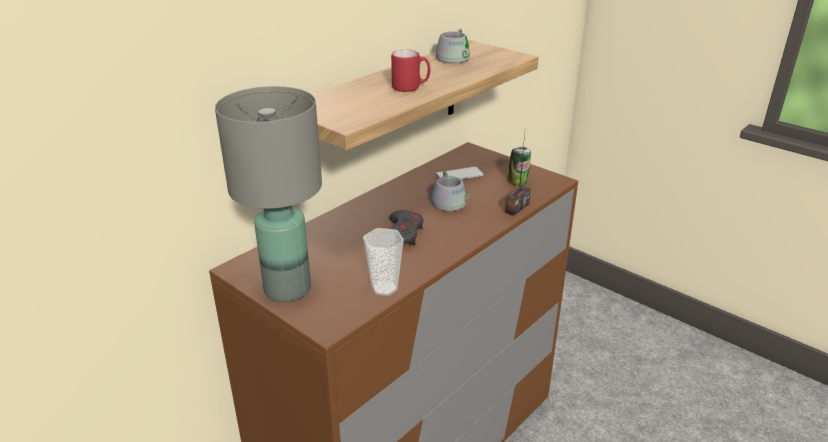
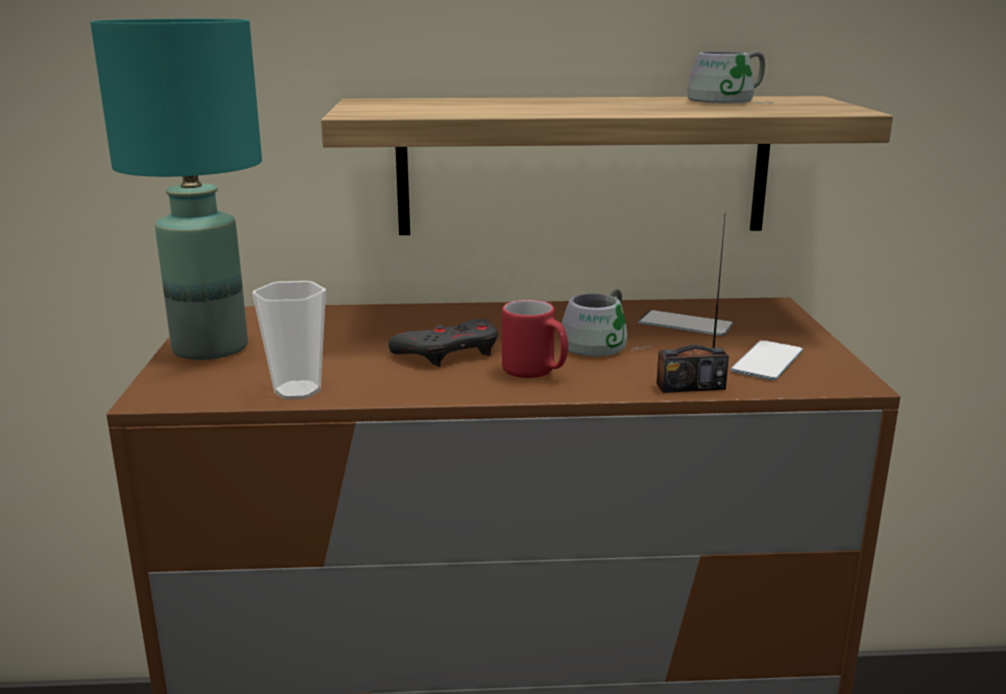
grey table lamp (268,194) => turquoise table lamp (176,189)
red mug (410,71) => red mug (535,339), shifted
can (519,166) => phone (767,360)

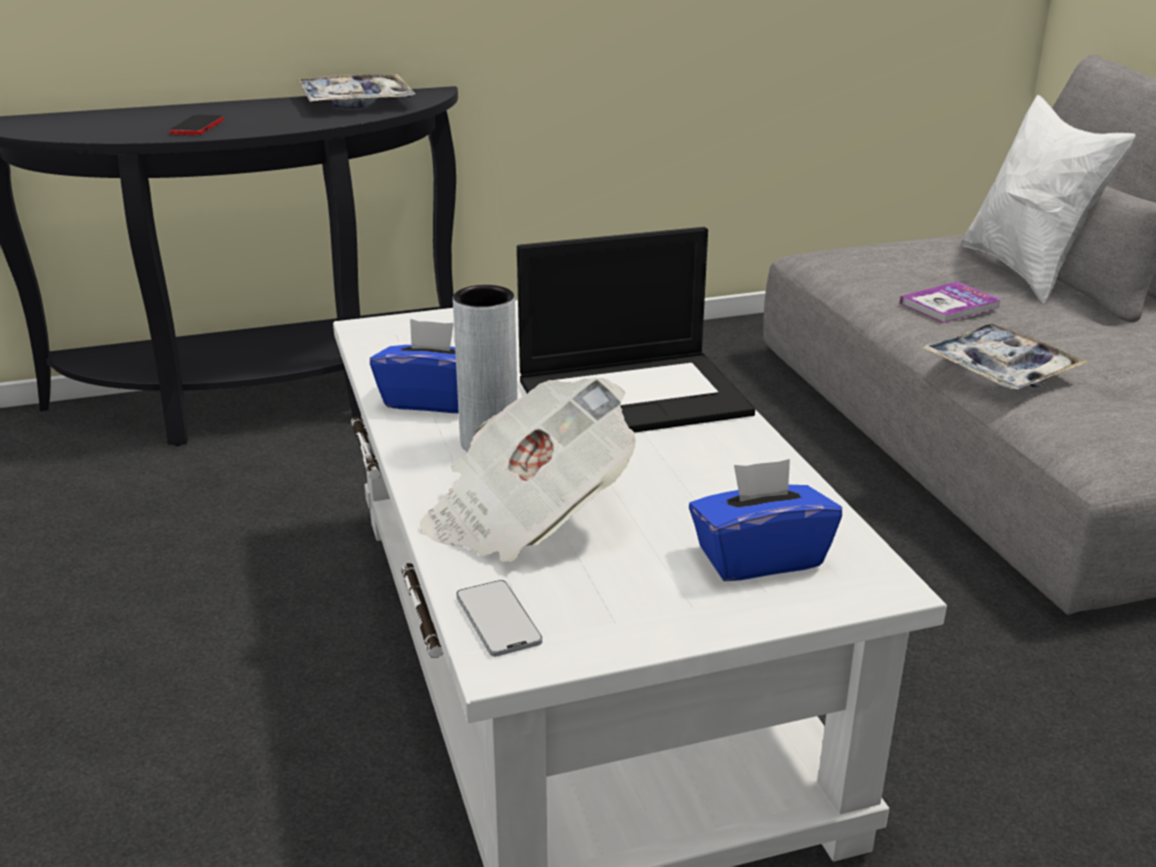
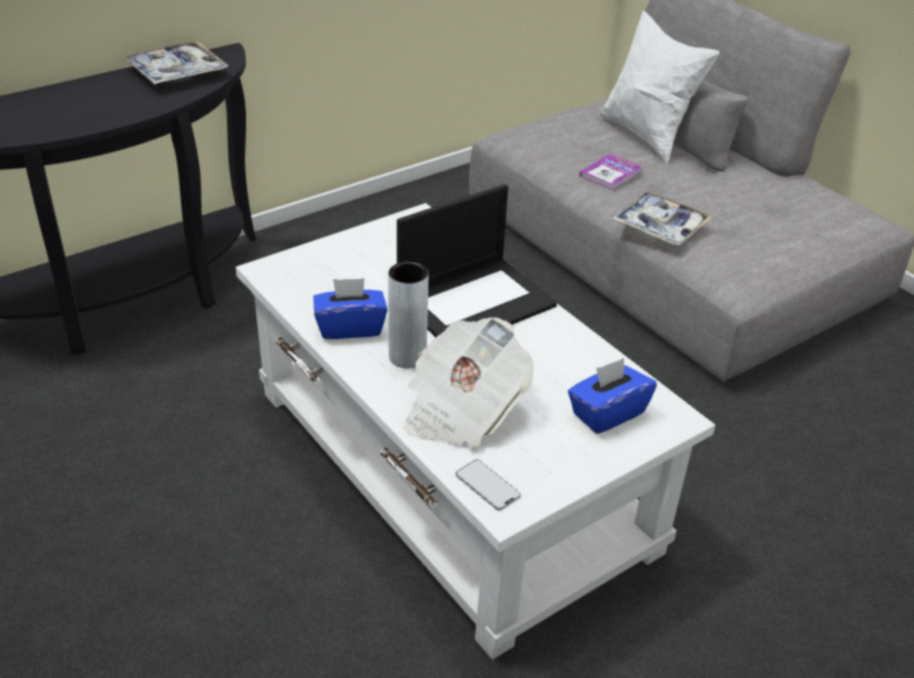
phone (196,125) => nothing

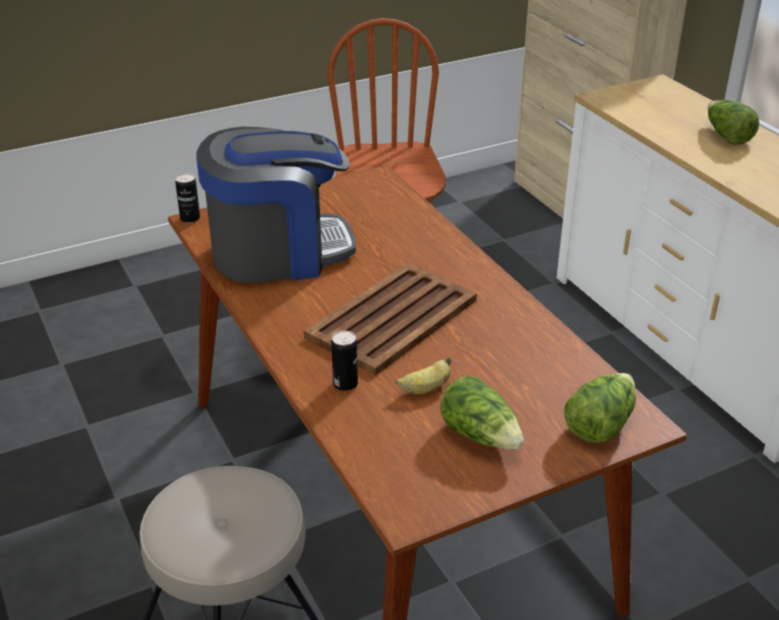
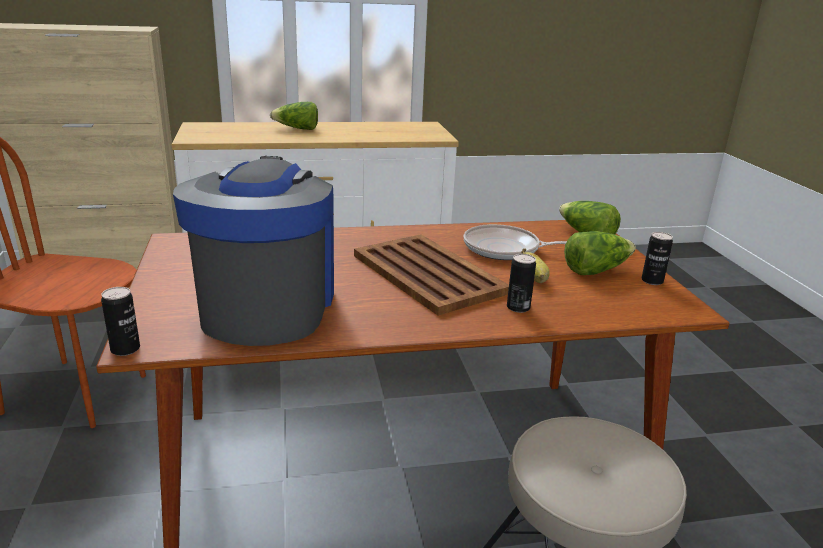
nothing => frying pan (515,242)
nothing => can (657,258)

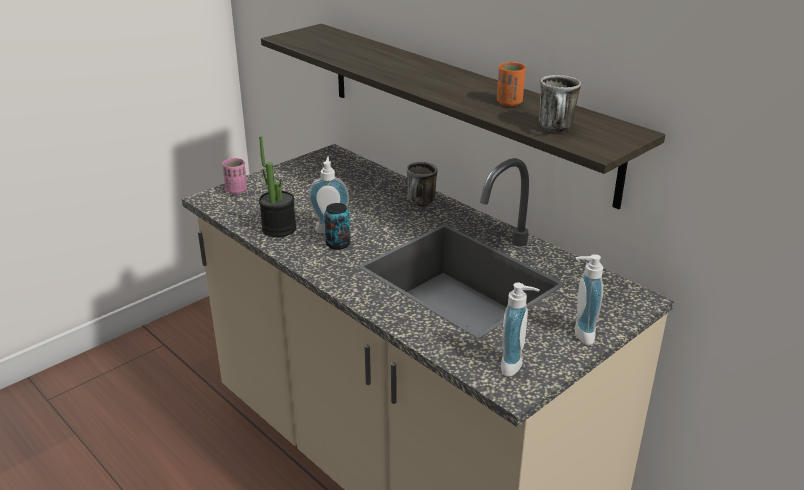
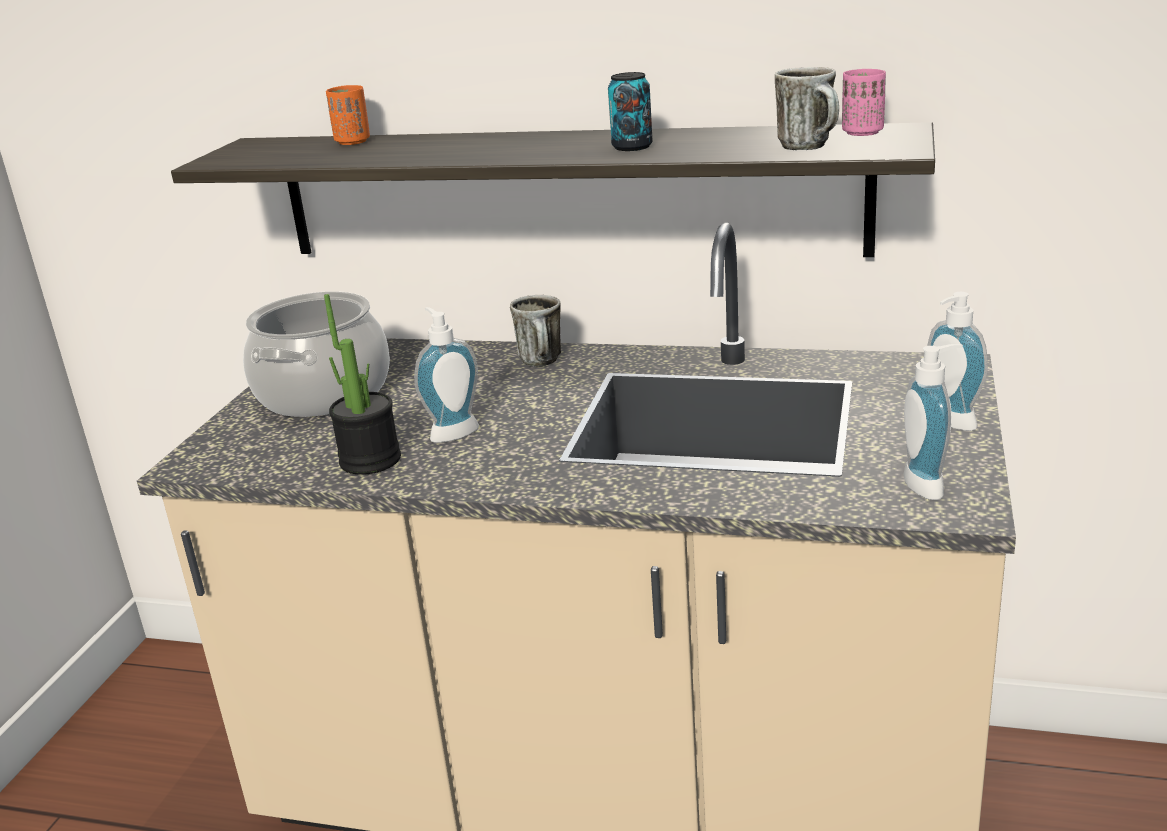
pink cup (235,176) => pink cup (864,102), shifted
can (337,226) => can (630,111), shifted
orange cup (511,84) => orange cup (348,115), shifted
nothing => cooking pot (316,354)

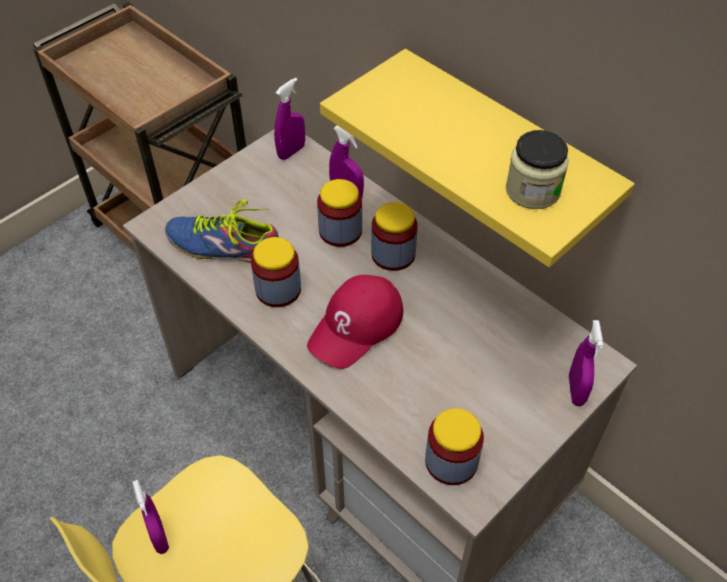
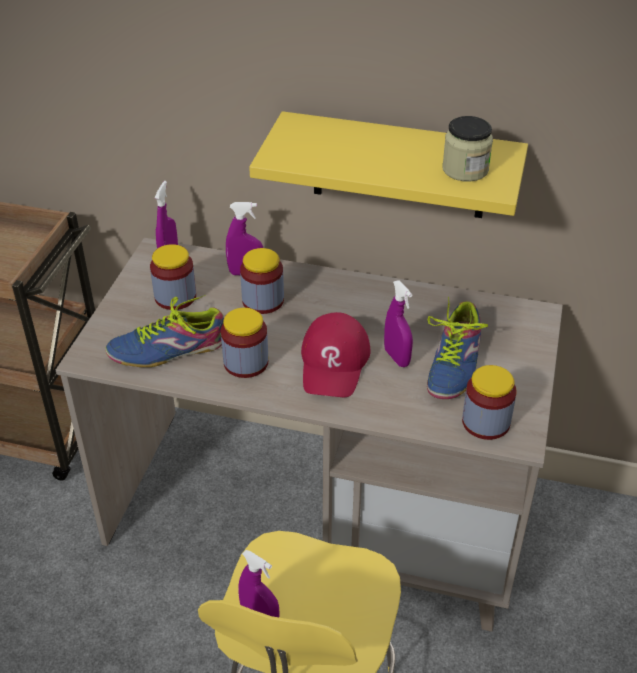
jar (394,236) => jar (173,277), shifted
purple spray bottle (586,363) => purple spray bottle (398,323), shifted
nothing => shoe (457,348)

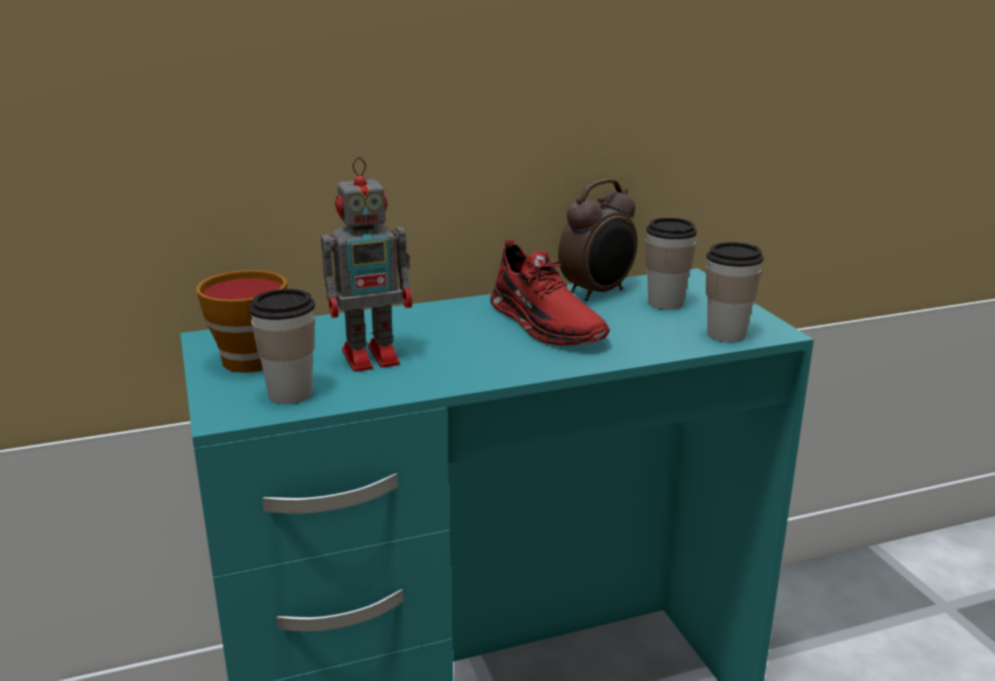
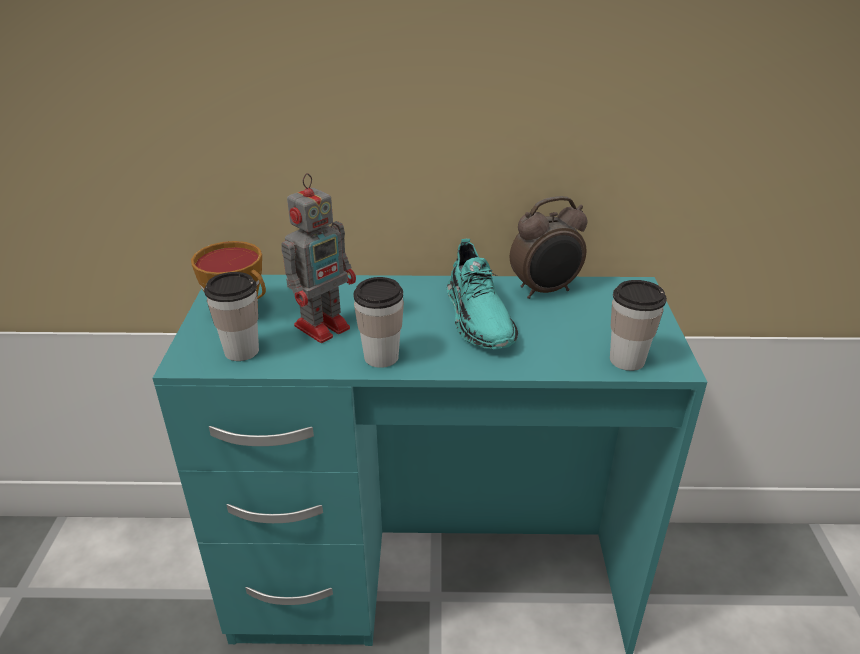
toy robot (366,264) => toy robot (318,258), 45 degrees counterclockwise
red shoe (550,292) => turquoise shoe (482,294)
cup (671,264) => cup (378,322), shifted

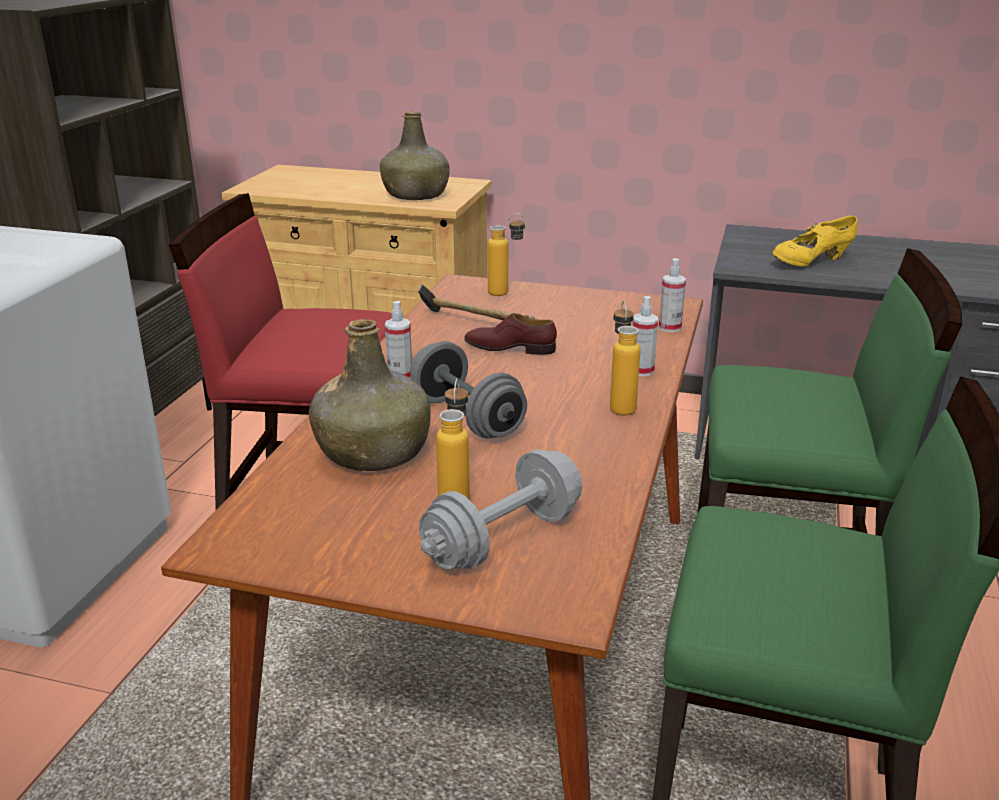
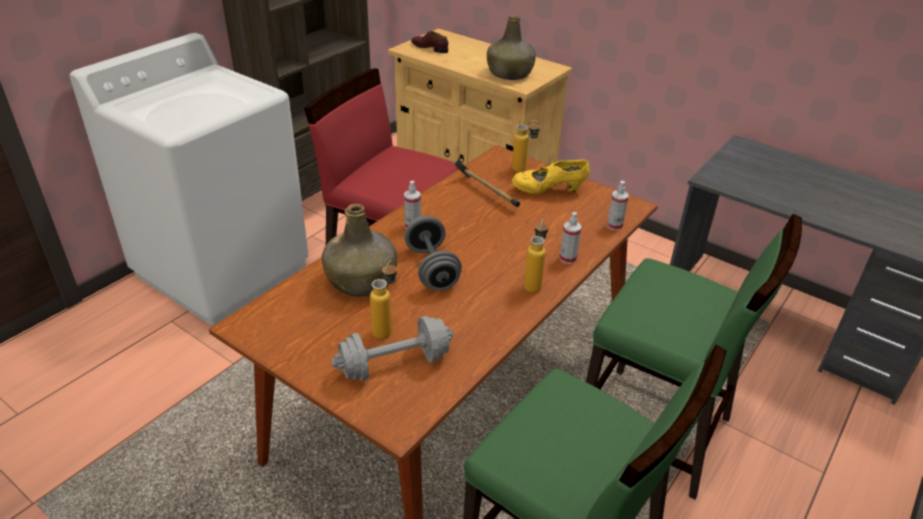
brown shoe (510,334) => brown shoe (430,42), shifted
yellow shoe (815,241) => yellow shoe (551,177), shifted

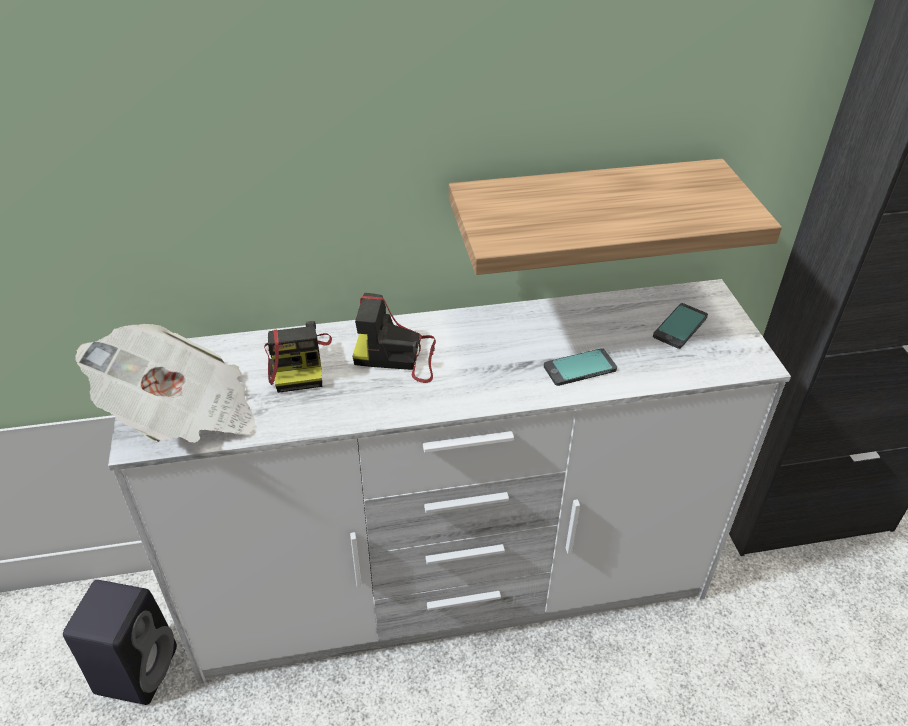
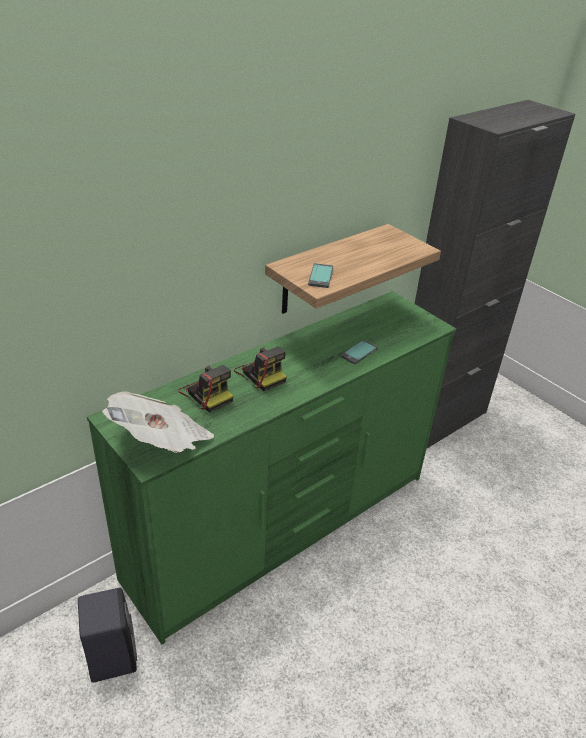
white dresser (449,481) => green dresser (271,468)
photo camera (394,338) => photo camera (260,369), 105 degrees counterclockwise
phone (680,326) => phone (320,275), shifted

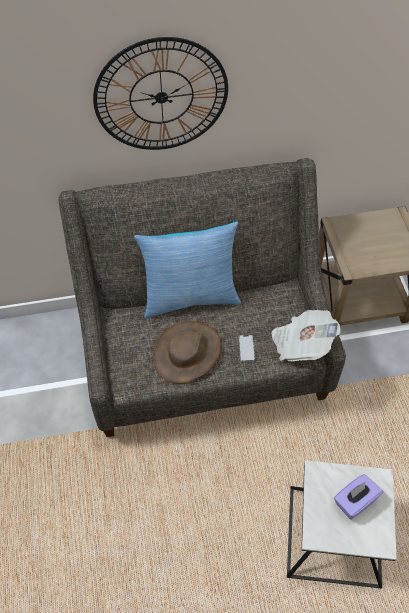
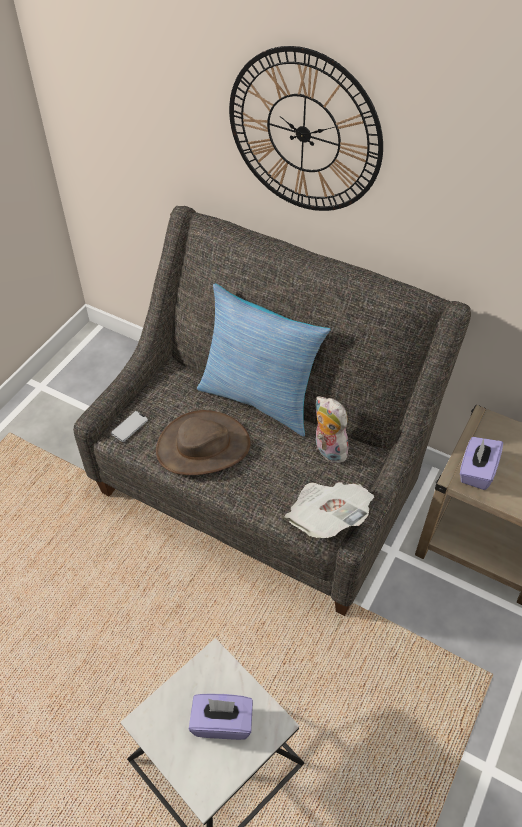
phone (247,348) => phone (129,426), shifted
nothing => plush toy (332,430)
nothing => purple tissue box (481,463)

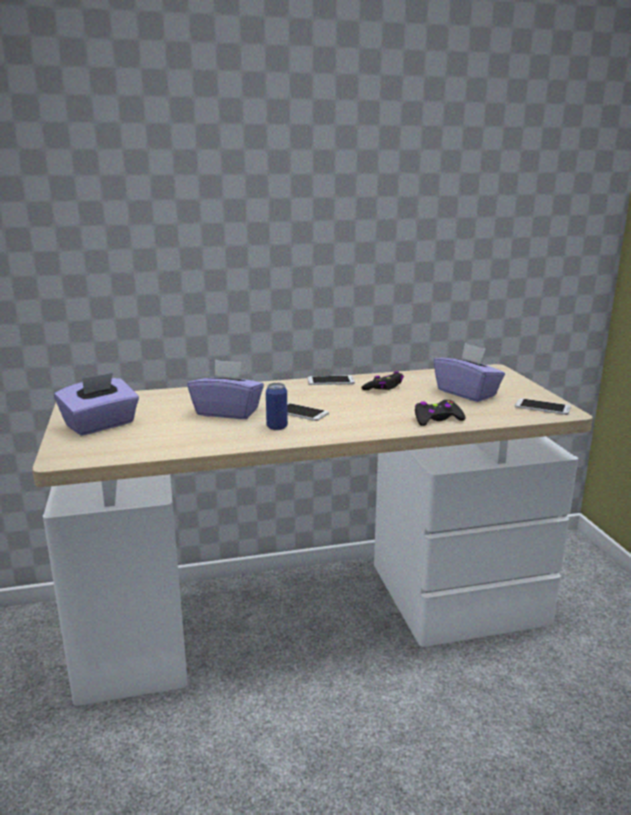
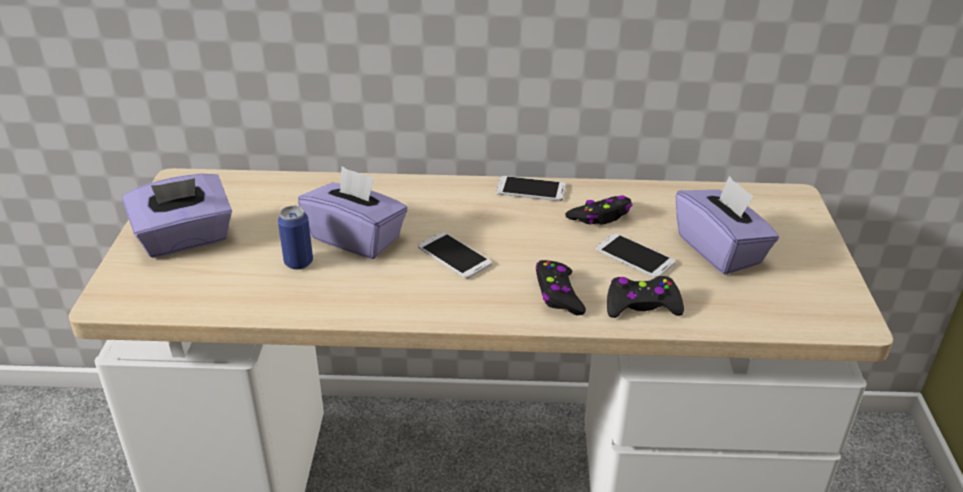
can (277,406) => can (295,238), shifted
phone (543,406) => phone (636,255), shifted
nothing => black game controller (561,287)

